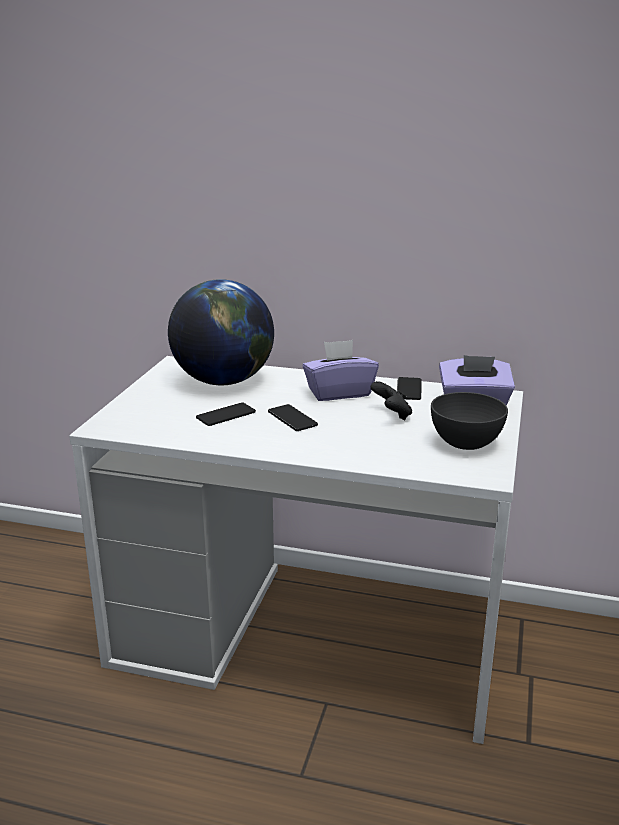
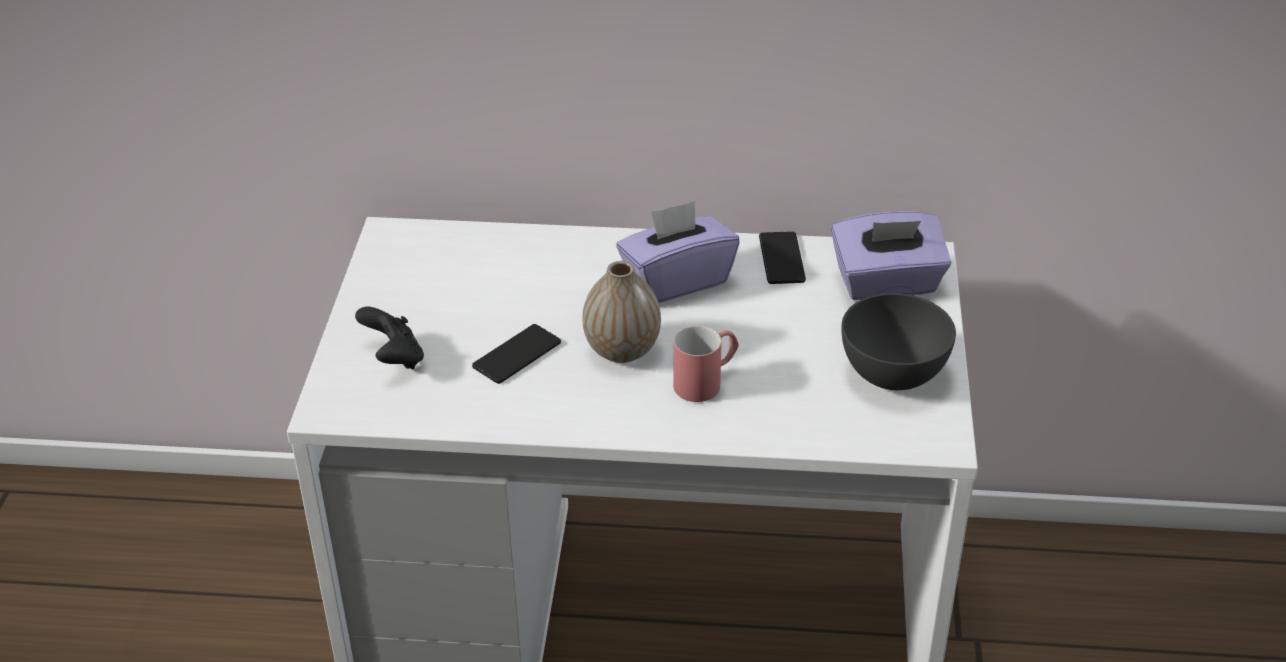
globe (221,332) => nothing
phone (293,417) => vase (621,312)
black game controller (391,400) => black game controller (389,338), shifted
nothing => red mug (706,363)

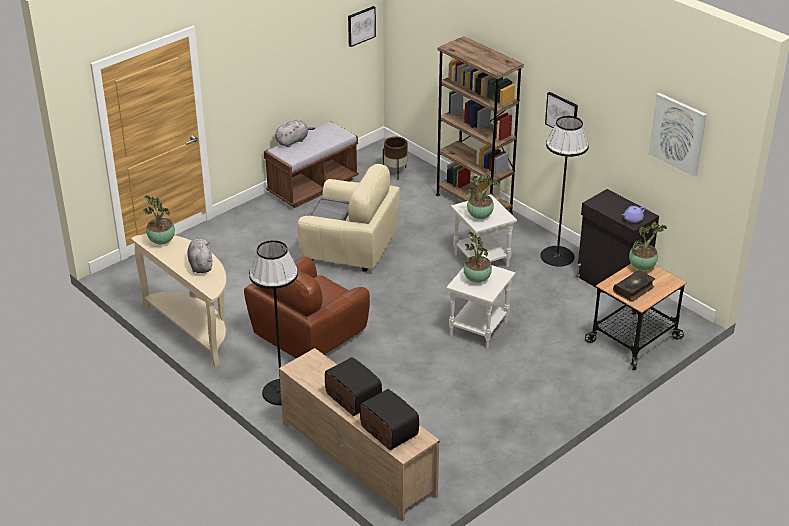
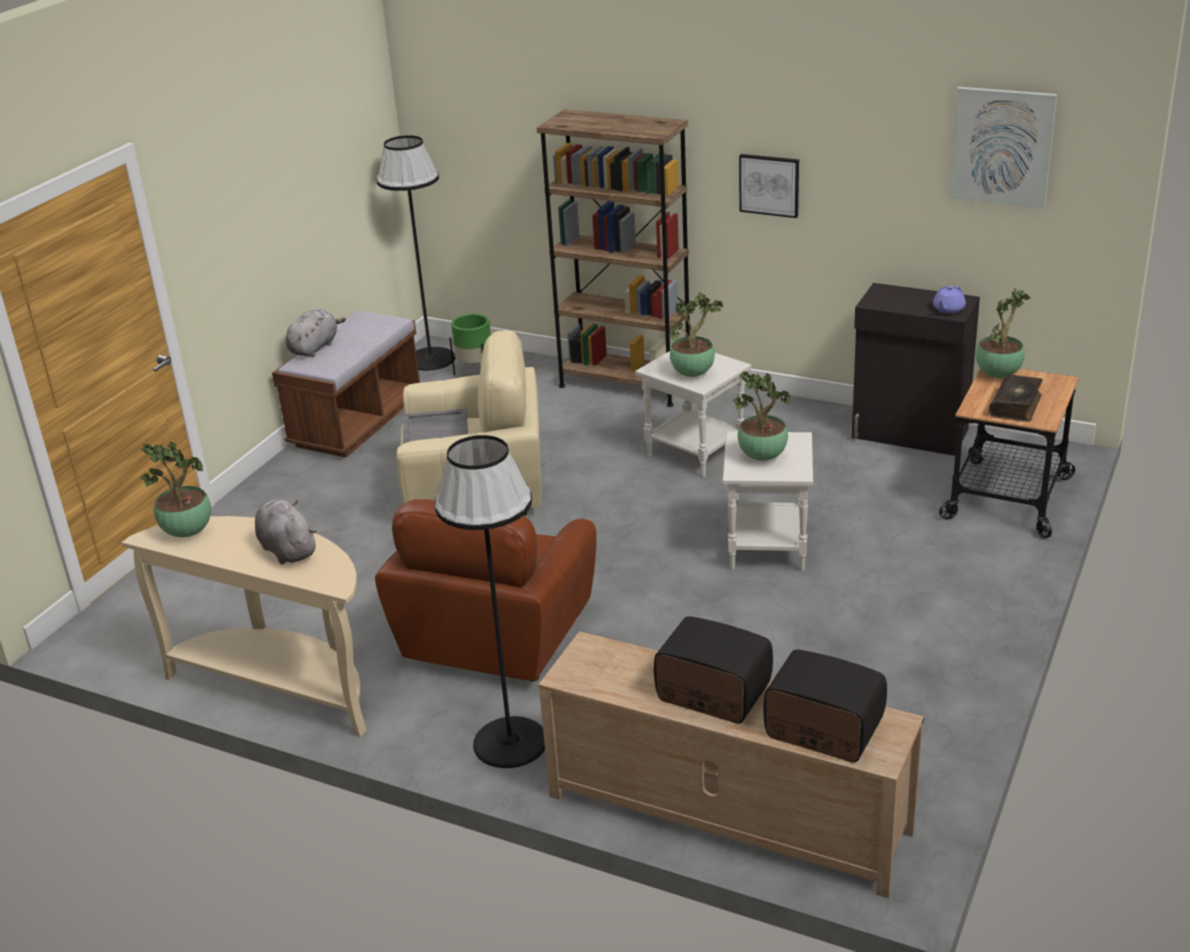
picture (362,26) => nothing
brown planter (395,158) => green planter (470,344)
black floor lamp (564,191) => black floor lamp (416,253), shifted

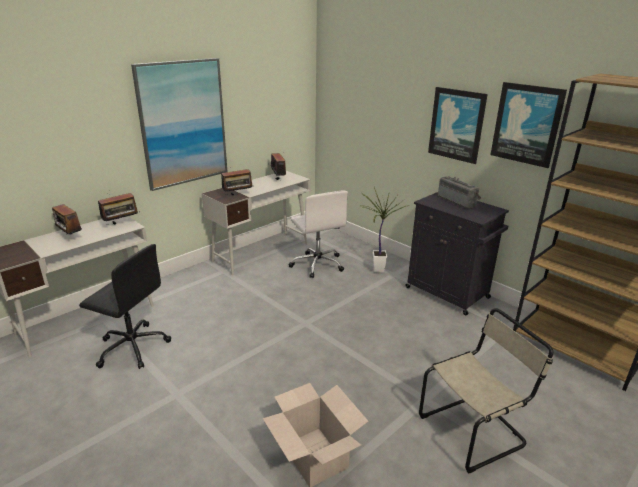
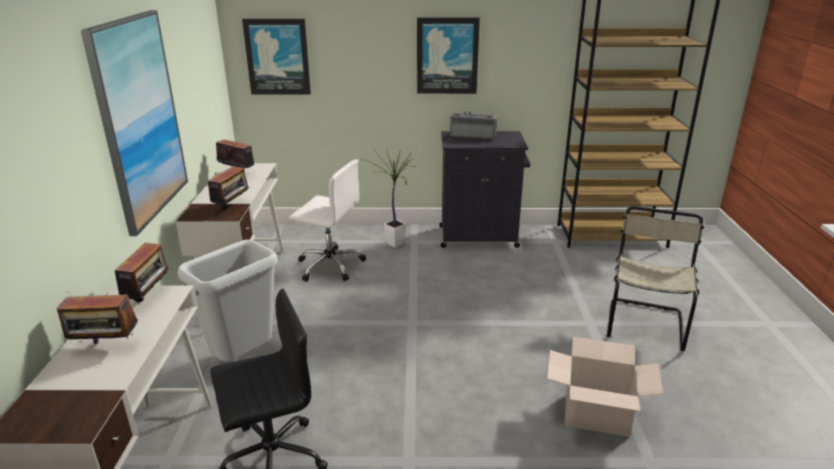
picture (528,125) => picture (276,57), shifted
nothing => grey trash can (228,300)

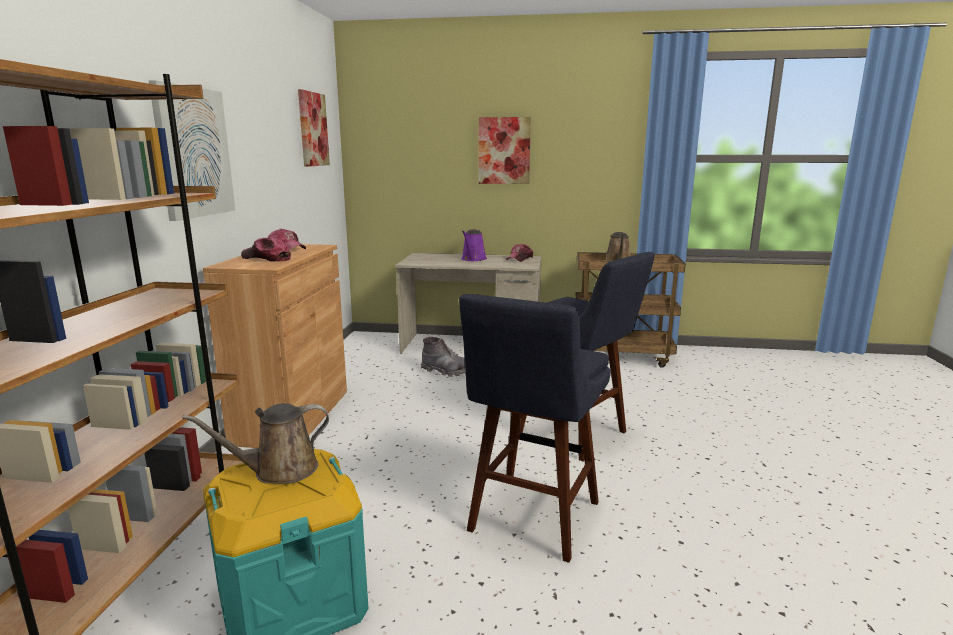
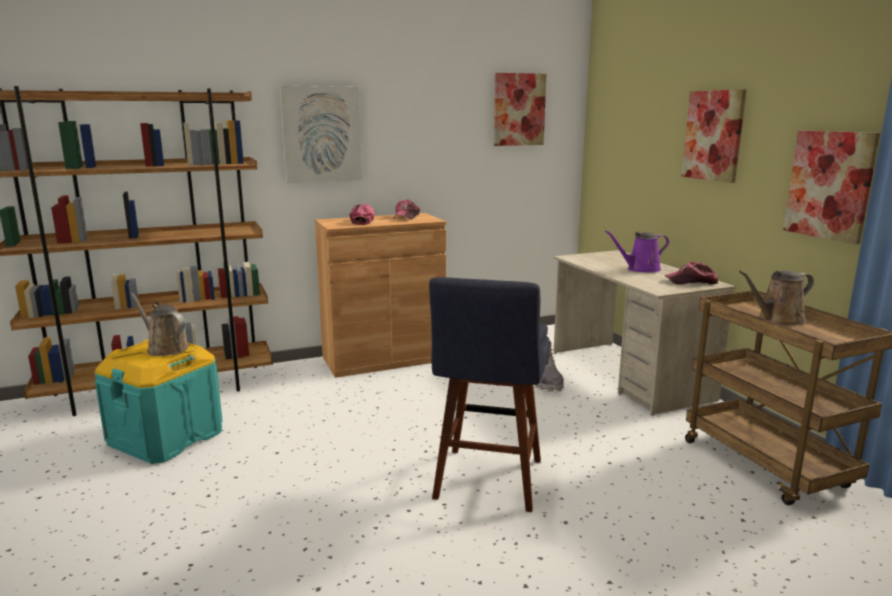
blue stool (534,428) => nothing
nothing => picture (831,187)

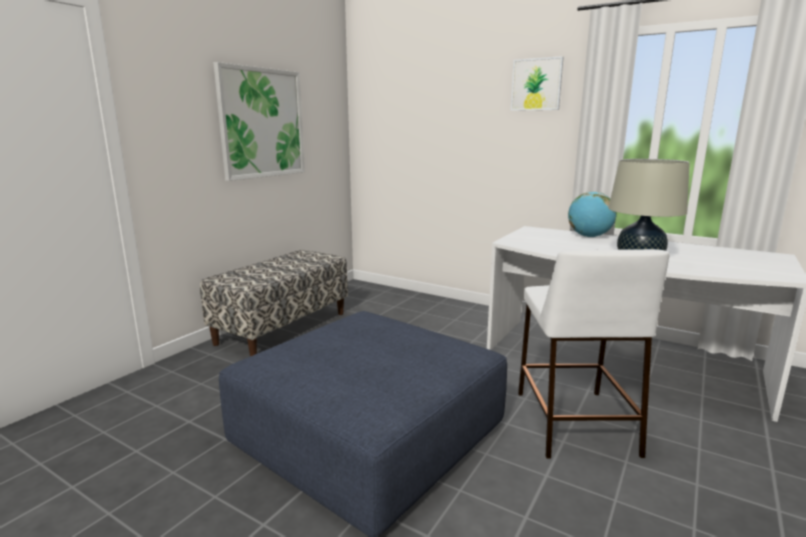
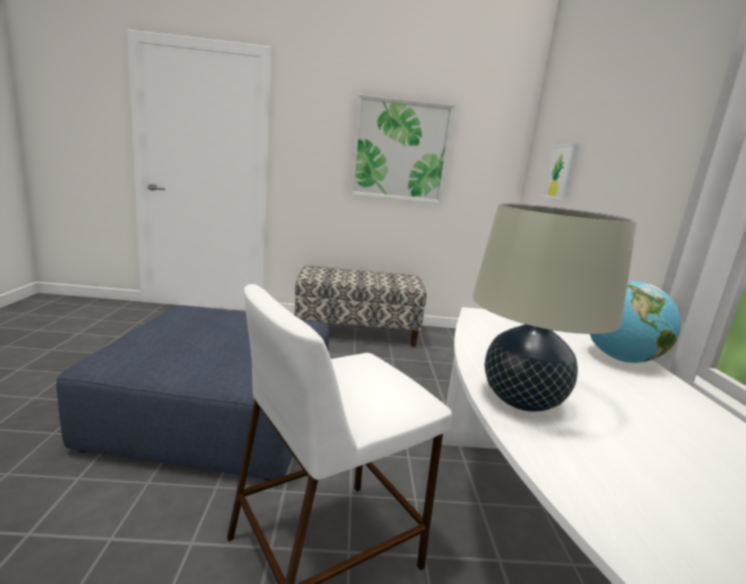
picture (537,83) => picture (559,172), shifted

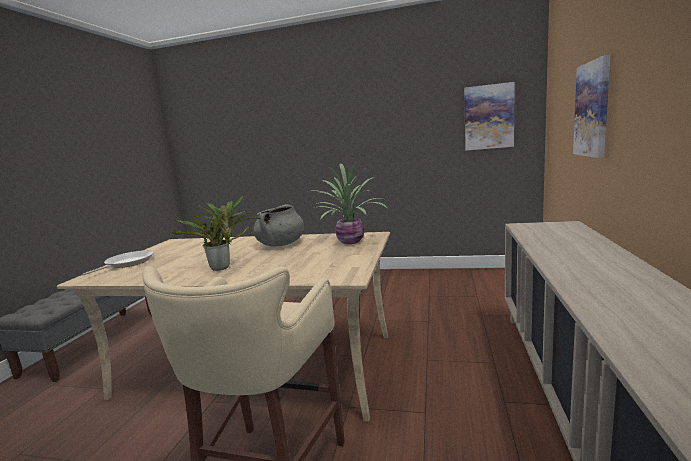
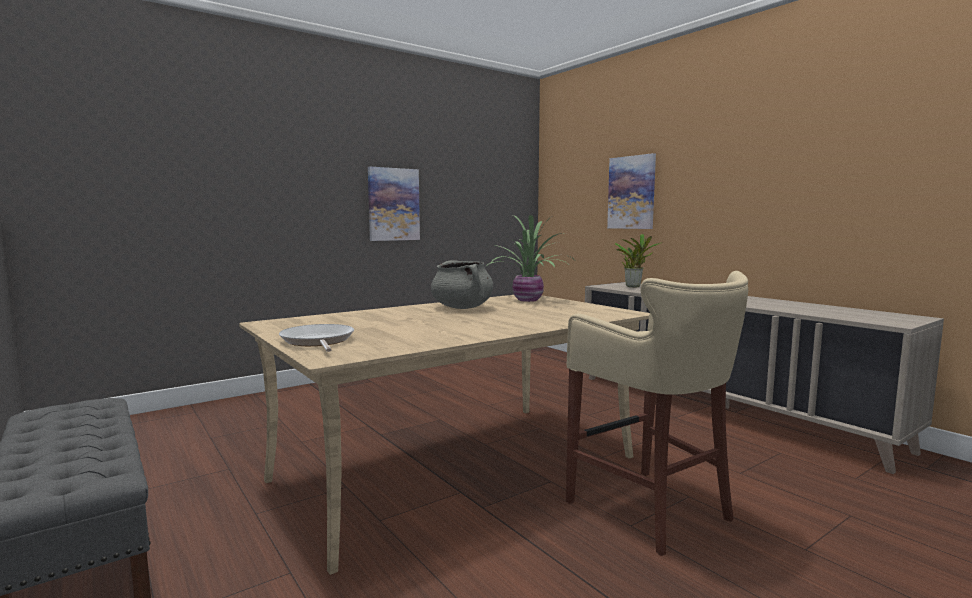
potted plant (216,233) => potted plant (638,260), shifted
picture (489,116) => picture (394,204), shifted

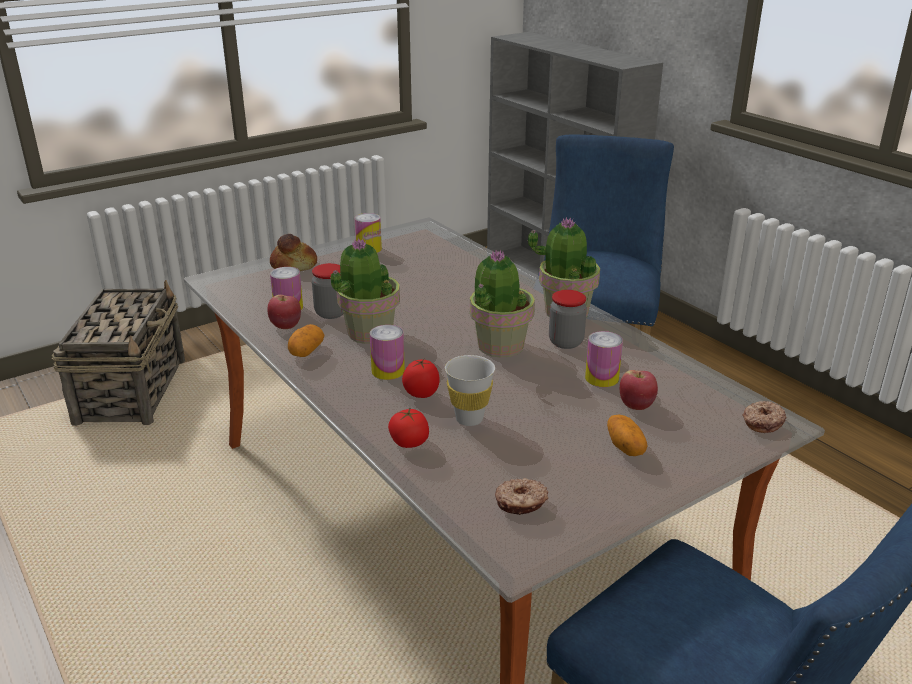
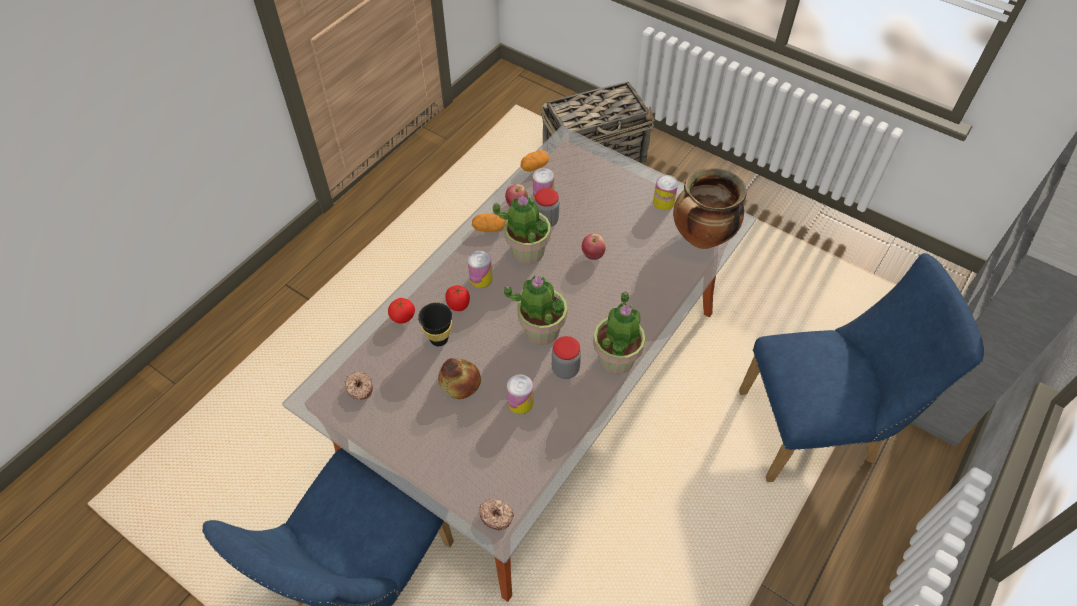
bread (293,252) => bread (459,378), shifted
white cup (470,390) => black cup (435,324)
potato (627,435) => potato (534,161), shifted
apple (639,390) => apple (594,247), shifted
nothing => cooking pot (709,208)

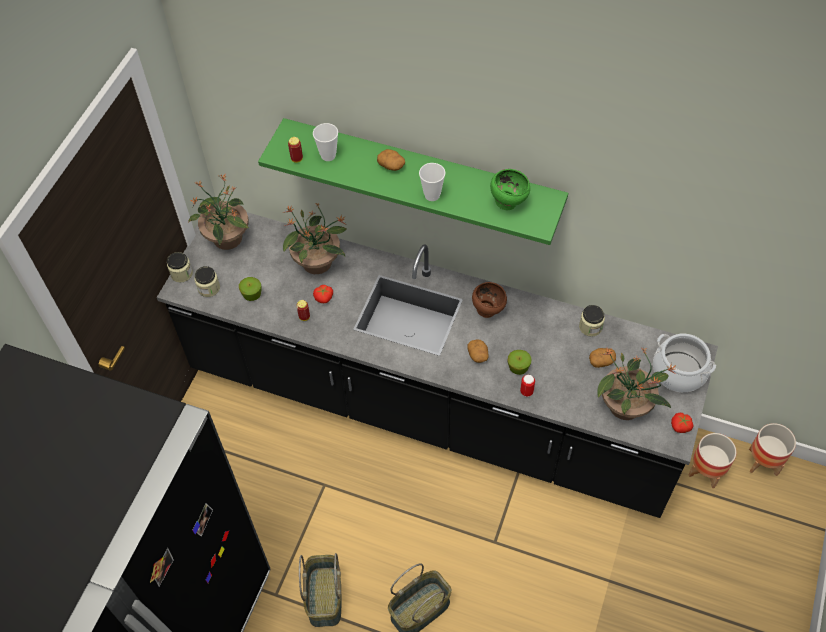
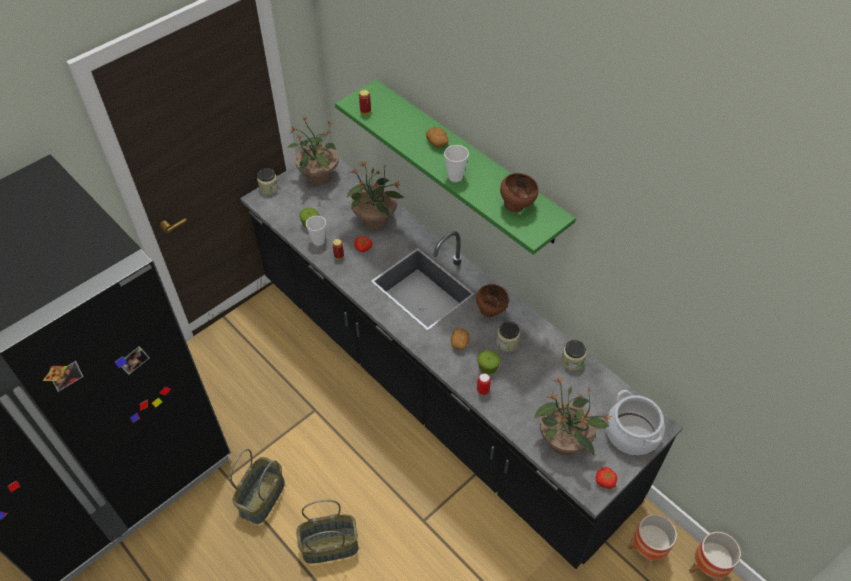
jar (207,281) => jar (508,336), shifted
cup (325,142) => cup (316,231), shifted
green bowl (510,189) => brown bowl (519,192)
potato (602,358) => nothing

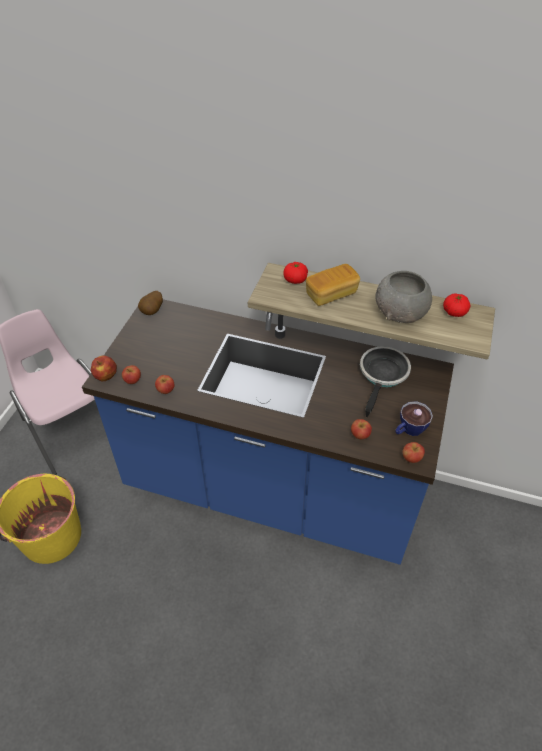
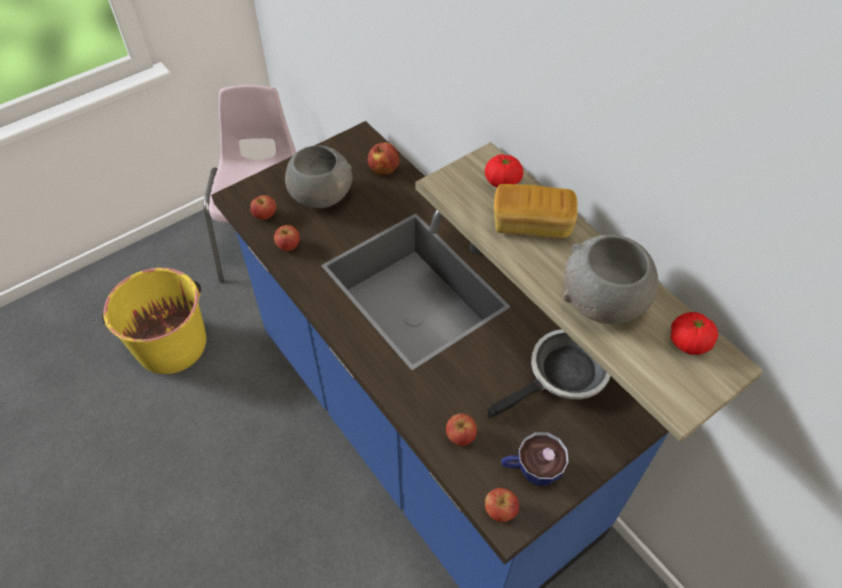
apple (104,368) => apple (383,159), shifted
potato (150,303) => nothing
nothing => grey bowl (318,176)

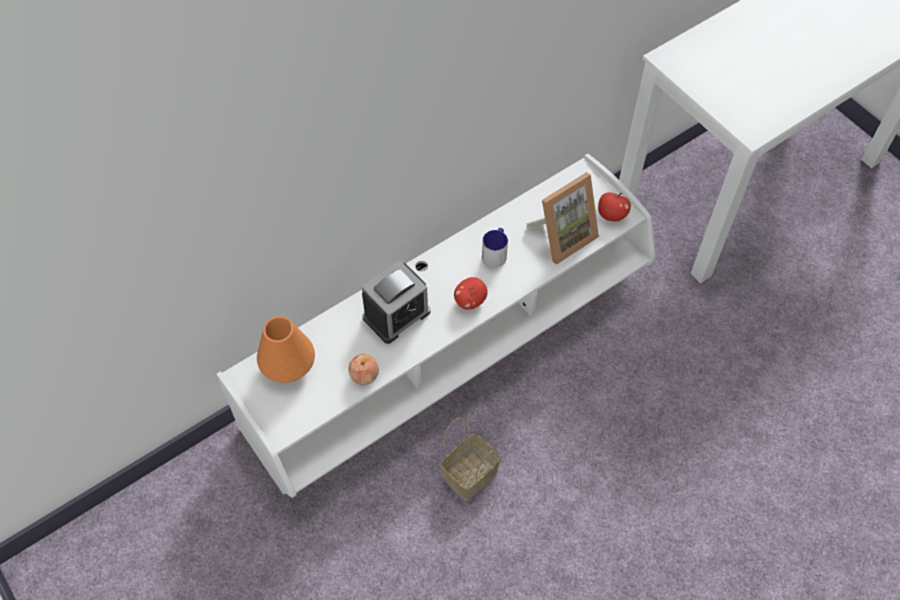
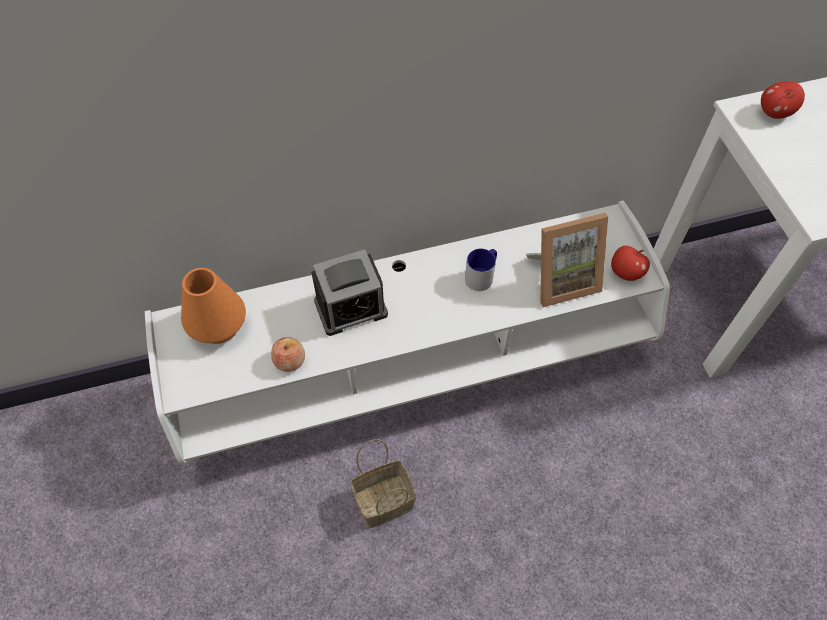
apple (471,293) => apple (783,100), shifted

